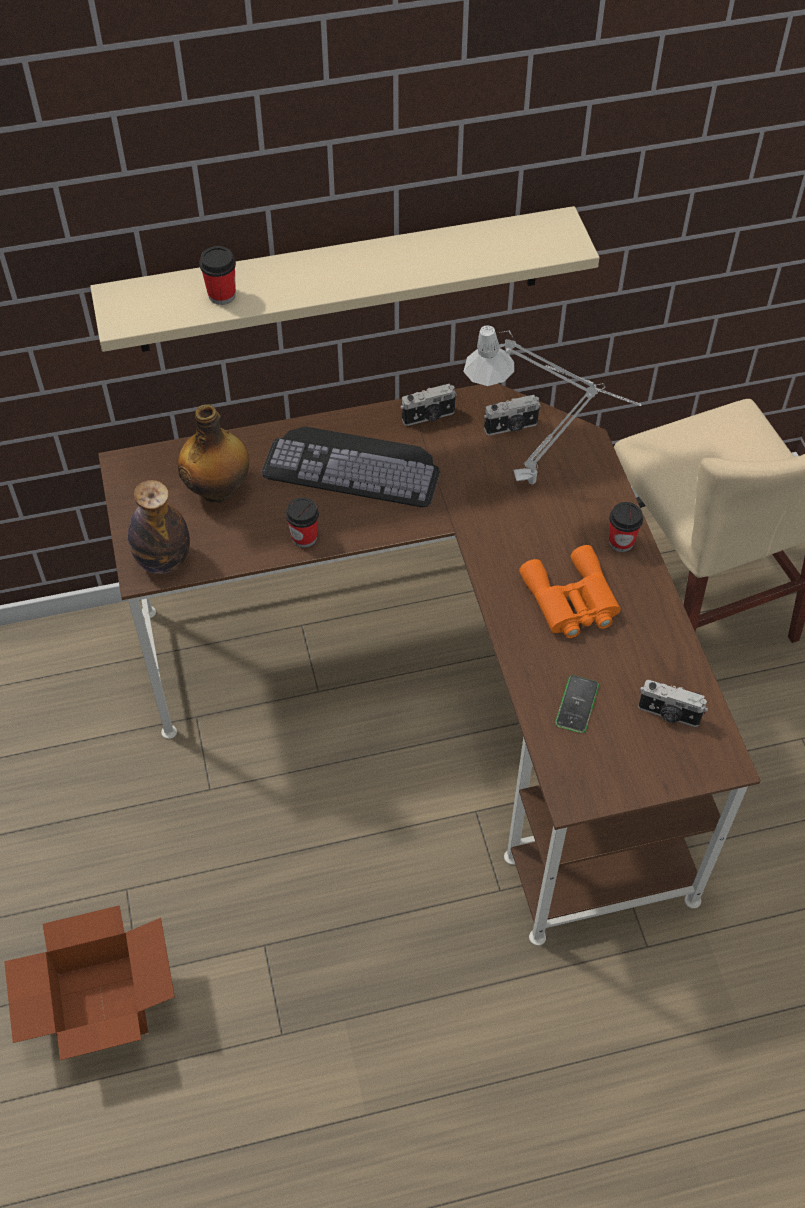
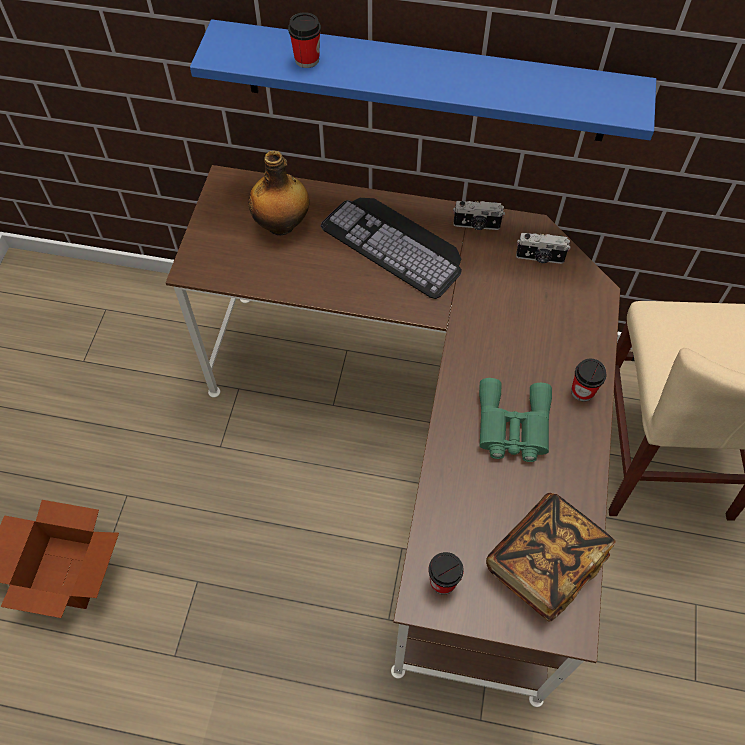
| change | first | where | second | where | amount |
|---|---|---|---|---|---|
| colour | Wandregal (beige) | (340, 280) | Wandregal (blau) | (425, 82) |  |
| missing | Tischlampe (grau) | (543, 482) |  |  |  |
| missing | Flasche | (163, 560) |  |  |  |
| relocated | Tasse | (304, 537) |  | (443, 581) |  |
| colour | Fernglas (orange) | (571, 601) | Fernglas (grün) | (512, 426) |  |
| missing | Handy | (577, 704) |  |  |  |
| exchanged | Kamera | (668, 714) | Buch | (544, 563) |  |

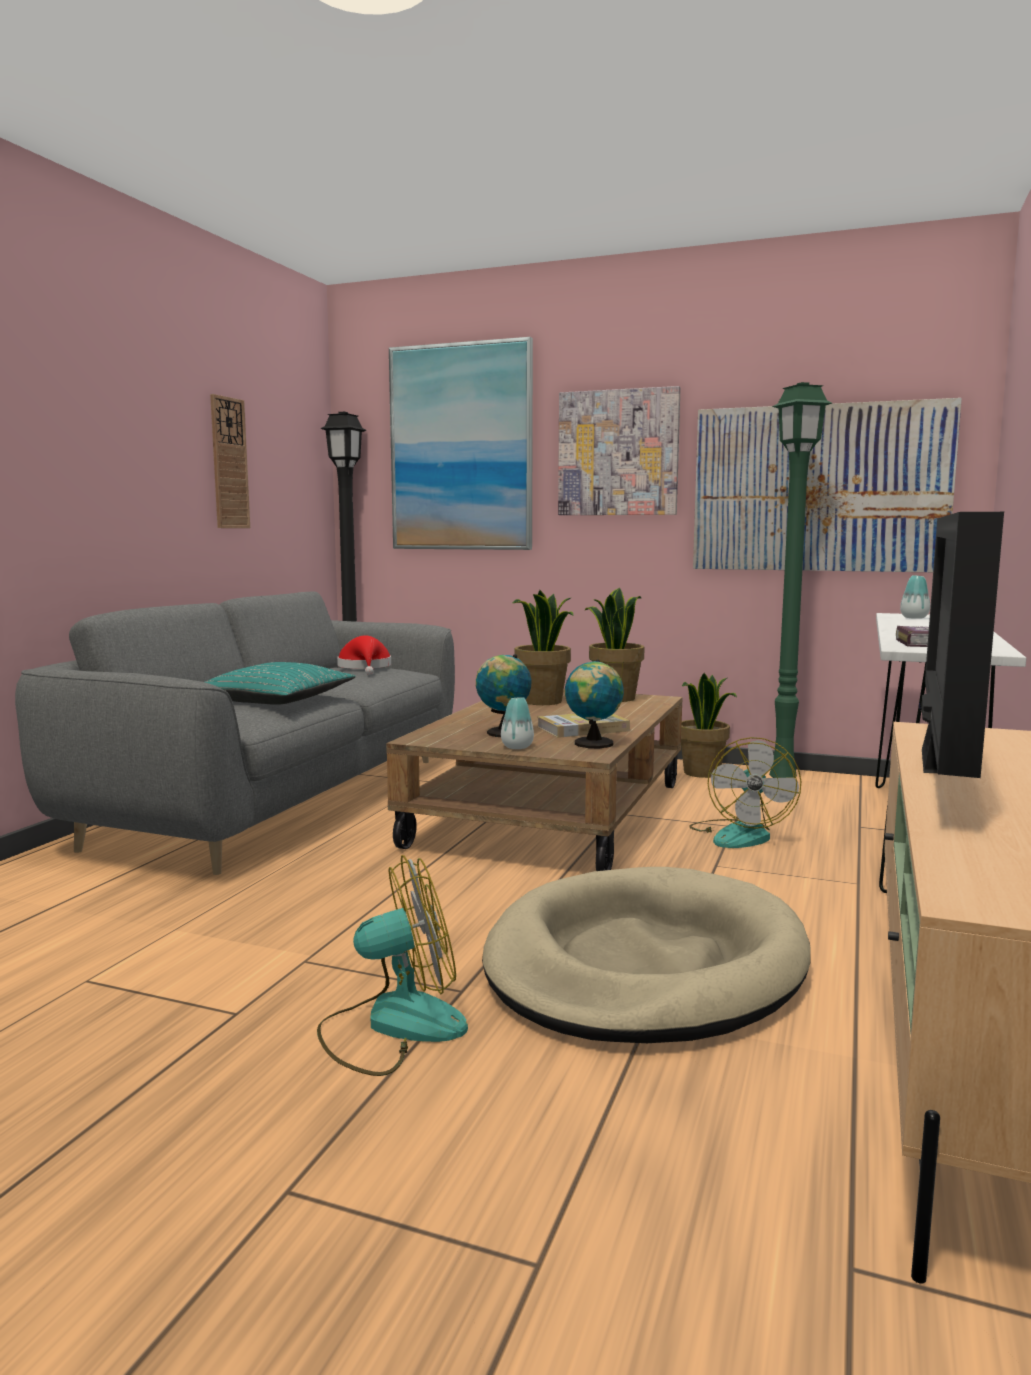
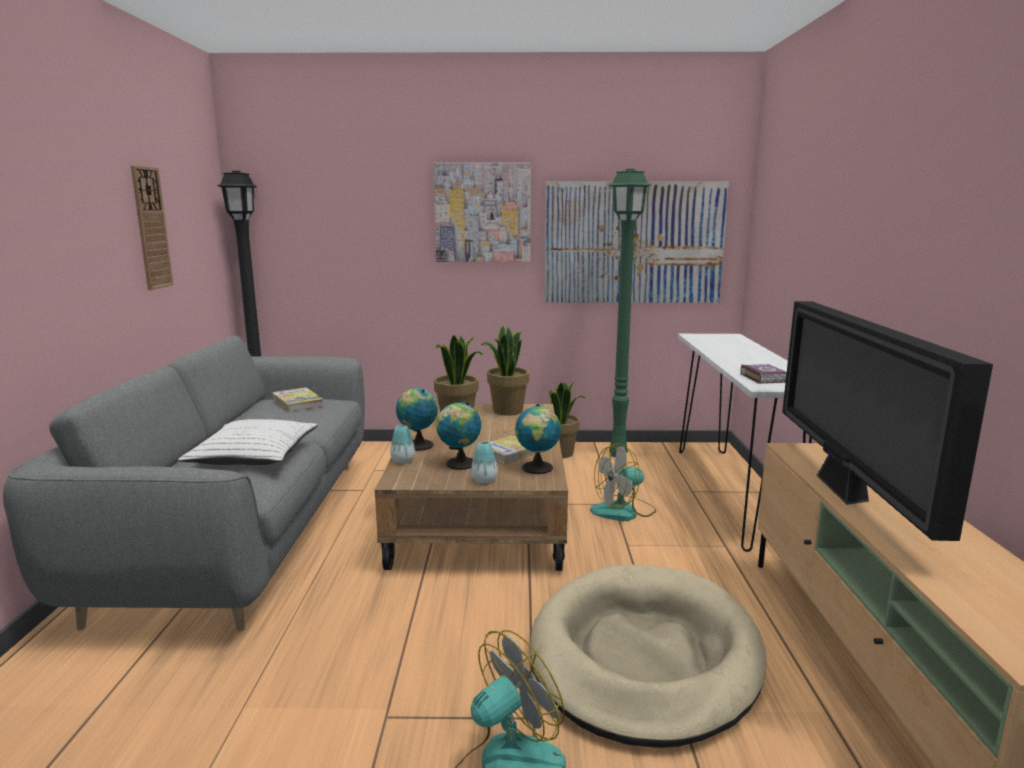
| change | first | where | second | where | amount |
|---|---|---|---|---|---|
| missing | Bild | (461, 448) |  |  |  |
| relocated | Vase | (914, 618) |  | (403, 461) |  |
| exchanged | Hut (rot) | (365, 668) | Buch | (297, 402) |  |
| colour | Kissen (türkis) | (276, 699) | Kissen (weiß) | (253, 455) |  |
| spun | Ventilator | (740, 834) |  | (623, 511) | 75 degrees clockwise |
| appeared |  |  | Globus | (417, 445) |  |

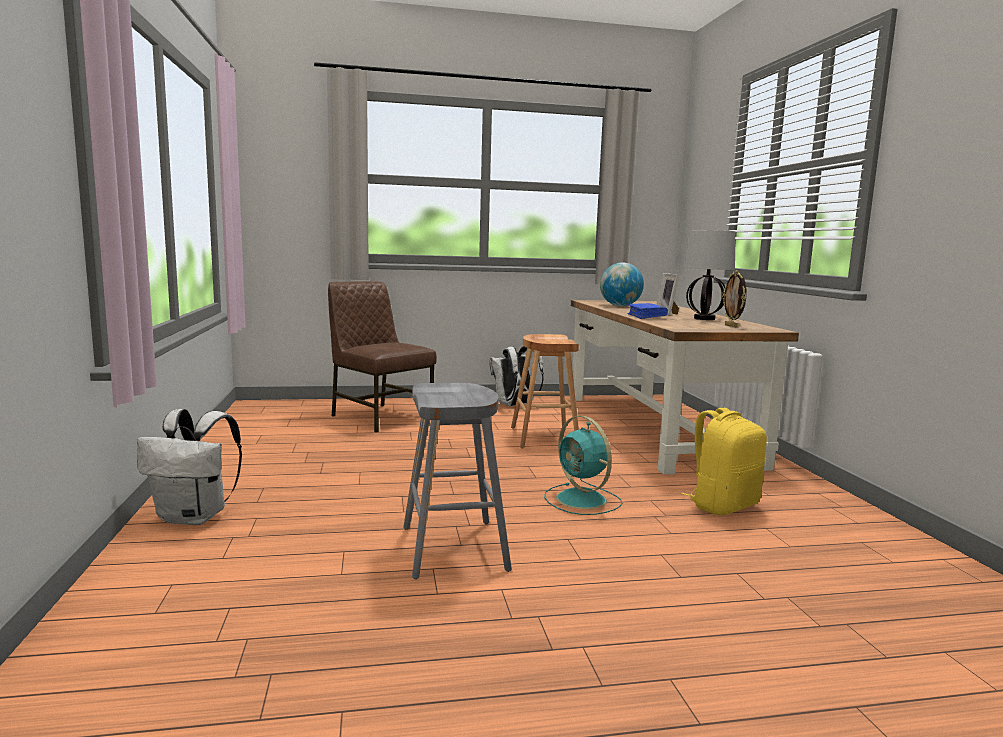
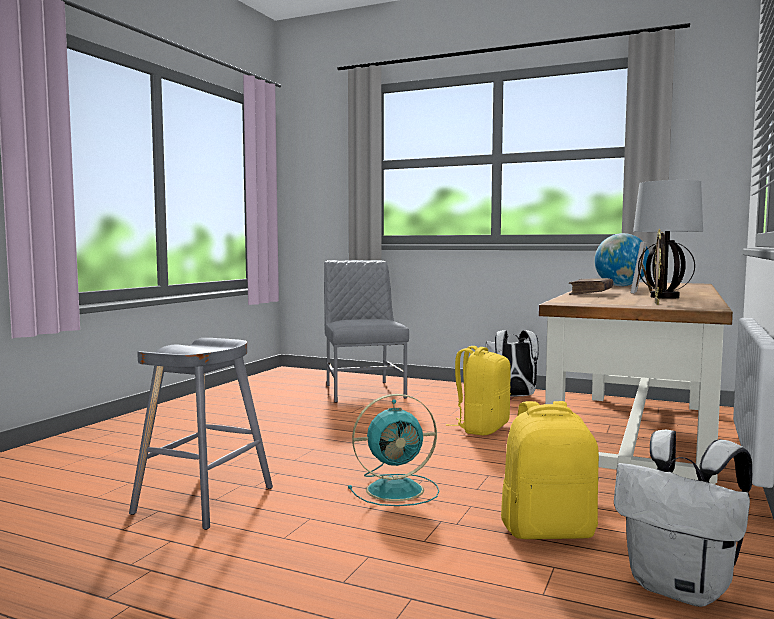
| change | first | where | second | where | amount |
|---|---|---|---|---|---|
| colour | Stuhl (braun) | (380, 417) | Stuhl (grau) | (363, 391) |  |
| colour | Buch (blau) | (646, 316) | Buch (braun) | (591, 293) |  |
| exchanged | Hocker (braun) | (544, 437) | Rucksack (gelb) | (481, 428) |  |
| relocated | Rucksack (weiß) | (195, 517) |  | (682, 589) |  |
| spun | Ventilator (türkis) | (582, 500) |  | (397, 490) | 105 degrees counterclockwise |

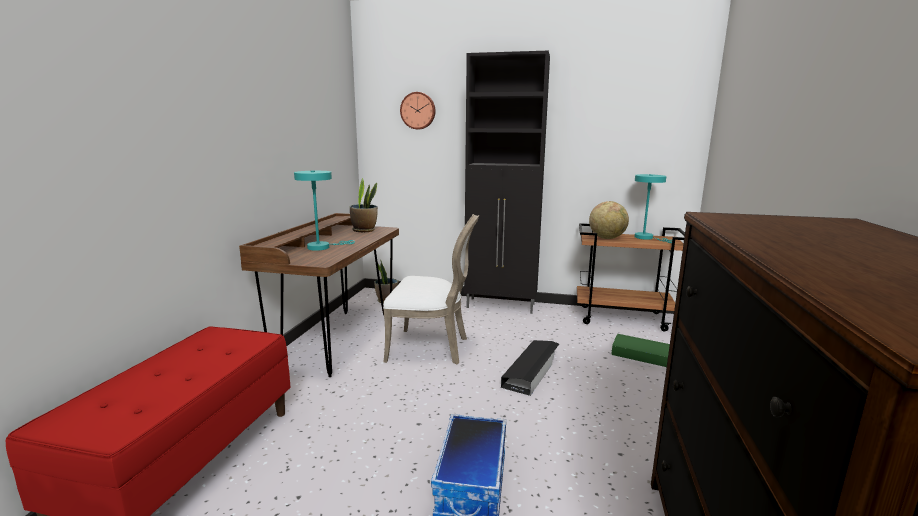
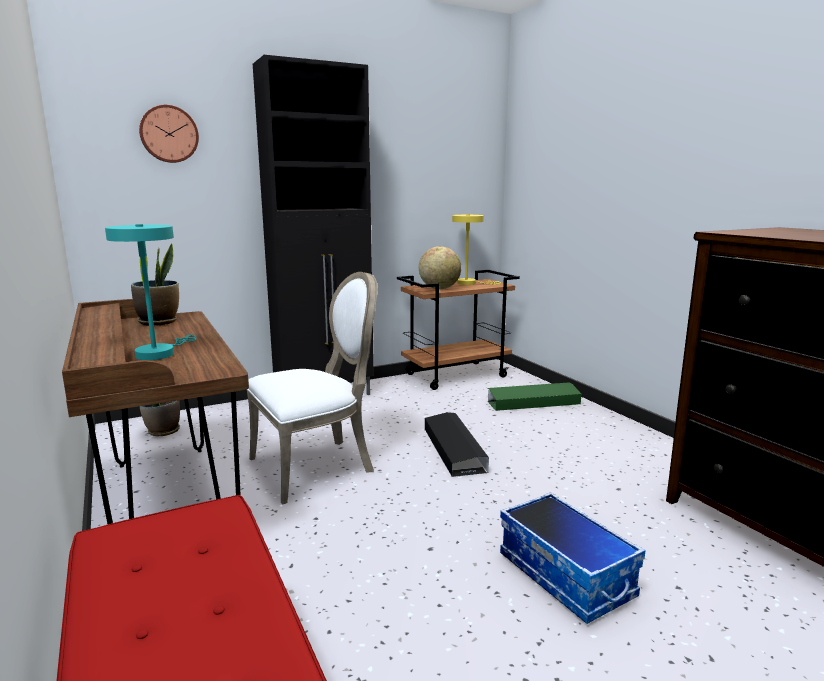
| change | first | where | second | where | amount |
|---|---|---|---|---|---|
| colour | Tischlampe (türkis) | (647, 238) | Tischlampe (gelb) | (470, 283) |  |

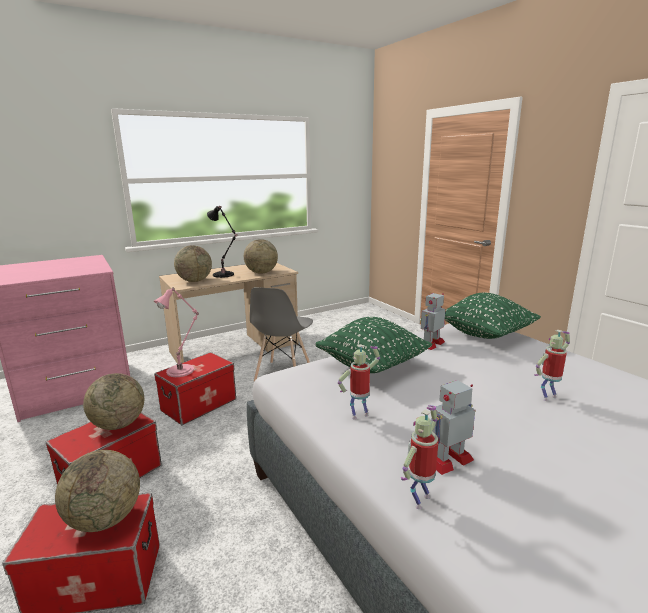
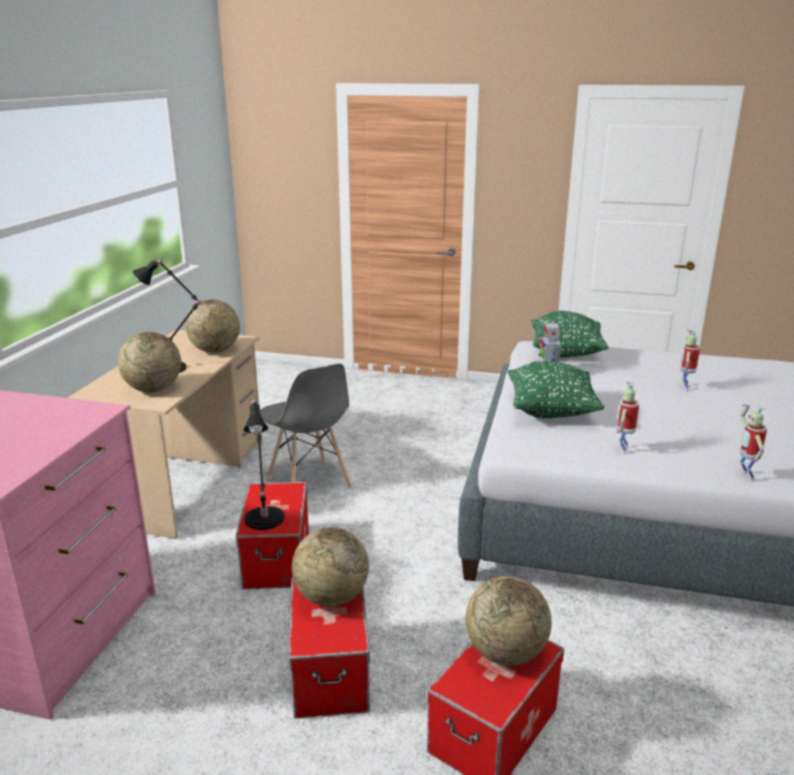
| change | first | where | second | where | amount |
|---|---|---|---|---|---|
| colour | Tischlampe (rosa) | (182, 370) | Tischlampe (schwarz) | (264, 516) |  |
| missing | Spielzeugroboter | (448, 459) |  |  |  |

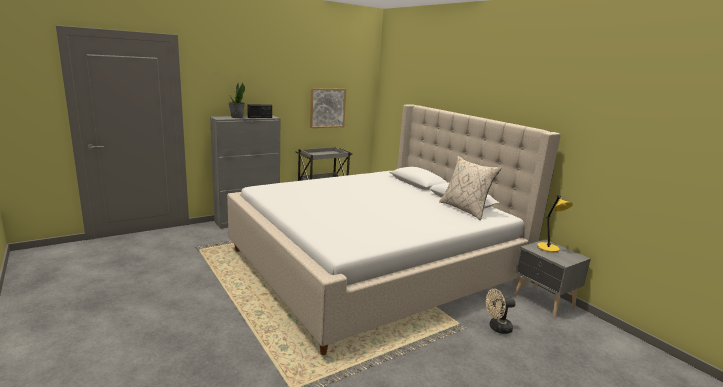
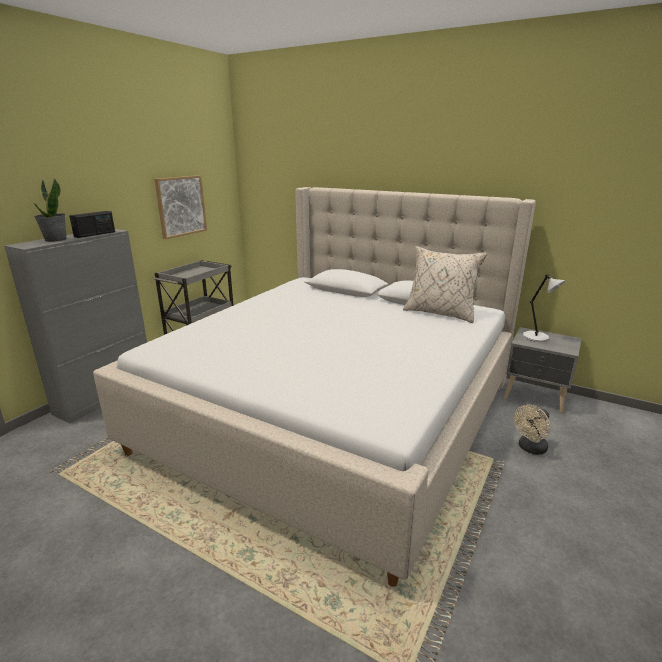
| change | first | where | second | where | amount |
|---|---|---|---|---|---|
| colour | Tischlampe (gelb) | (548, 248) | Tischlampe (grau) | (537, 337) |  |

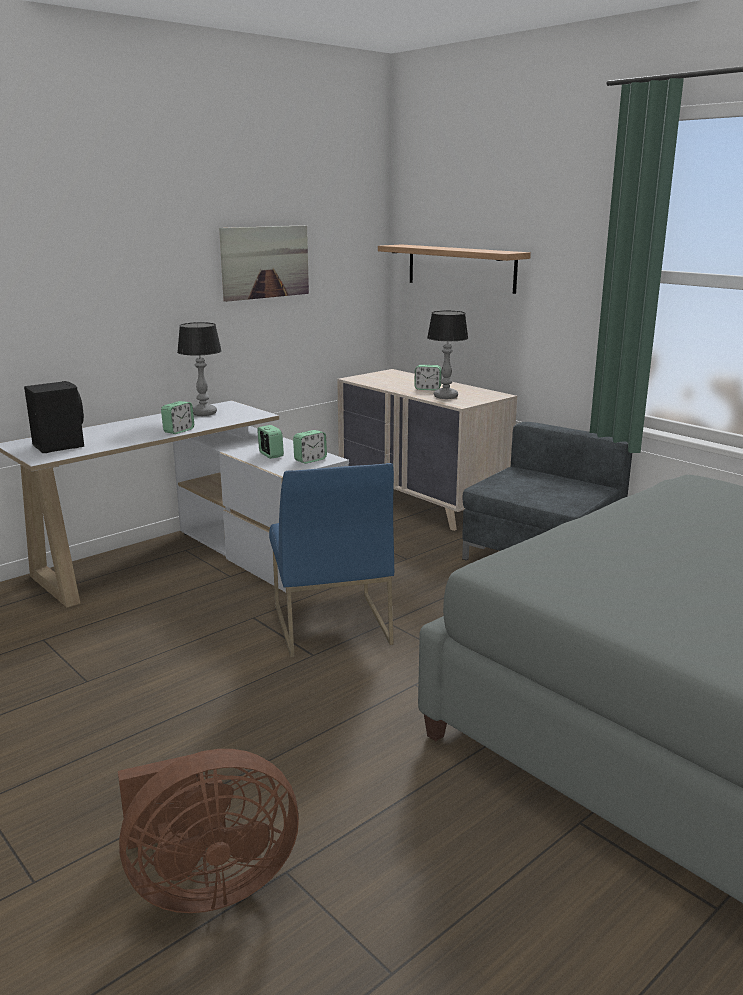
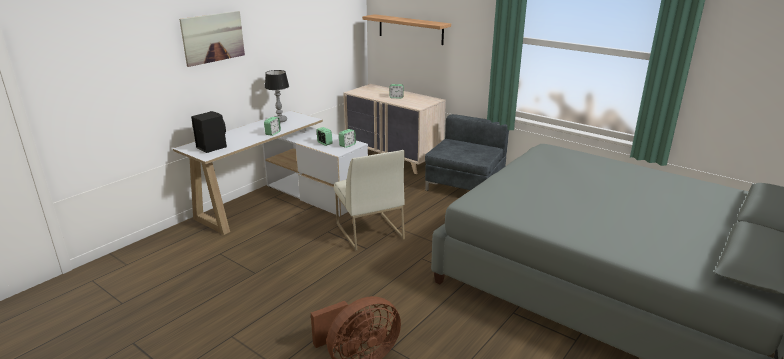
| change | first | where | second | where | amount |
|---|---|---|---|---|---|
| relocated | Bild | (265, 262) |  | (213, 38) |  |
| missing | Tischlampe | (445, 397) |  |  |  |
| colour | Stuhl (blau) | (330, 623) | Stuhl (weiß) | (369, 231) |  |

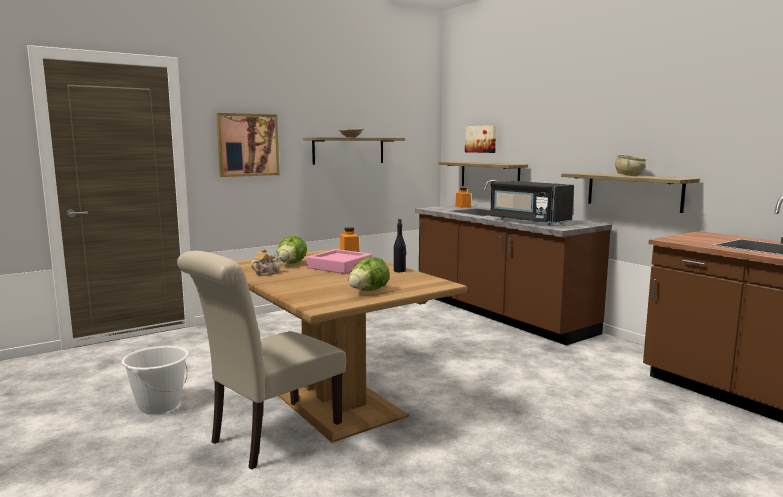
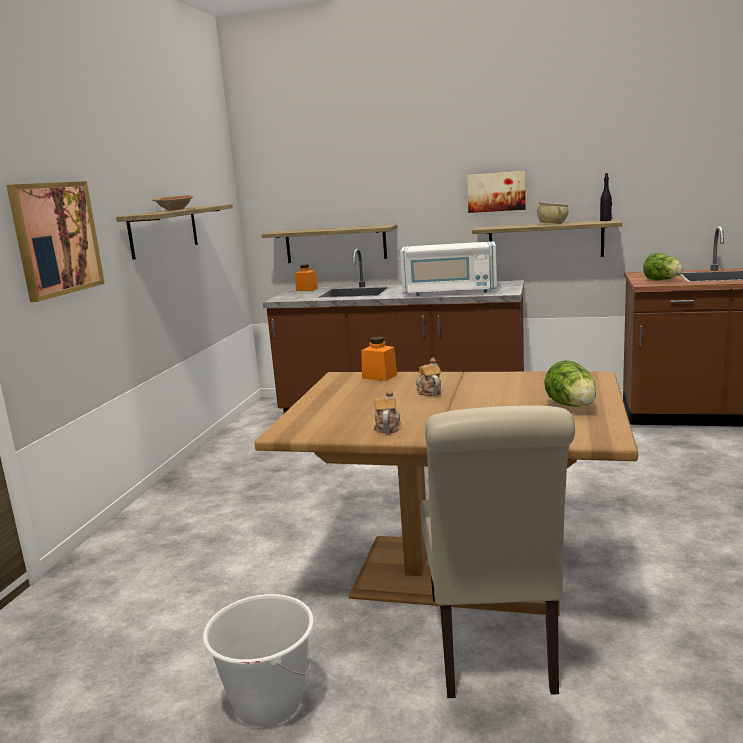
| change | first | where | second | where | amount |
|---|---|---|---|---|---|
| relocated | Bild | (481, 139) |  | (496, 192) |  |
| colour | Mikrowelle (schwarz) | (528, 221) | Mikrowelle (weiß) | (449, 292) |  |
| relocated | Flasche (schwarz) | (399, 271) |  | (605, 220) |  |
| relocated | Salatkopf | (291, 264) |  | (662, 280) |  |
| exchanged | Tablett (rosa) | (340, 266) | Teekanne | (428, 391) |  |

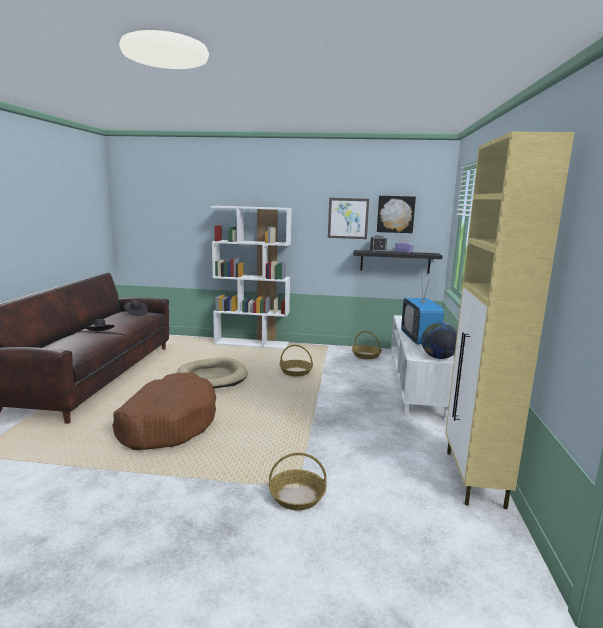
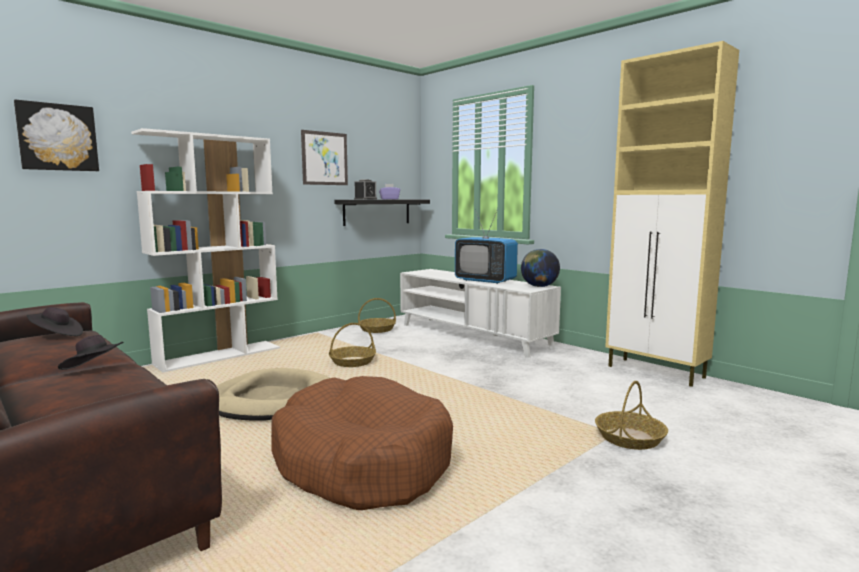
| change | first | where | second | where | amount |
|---|---|---|---|---|---|
| relocated | Bild | (395, 214) |  | (57, 137) |  |

